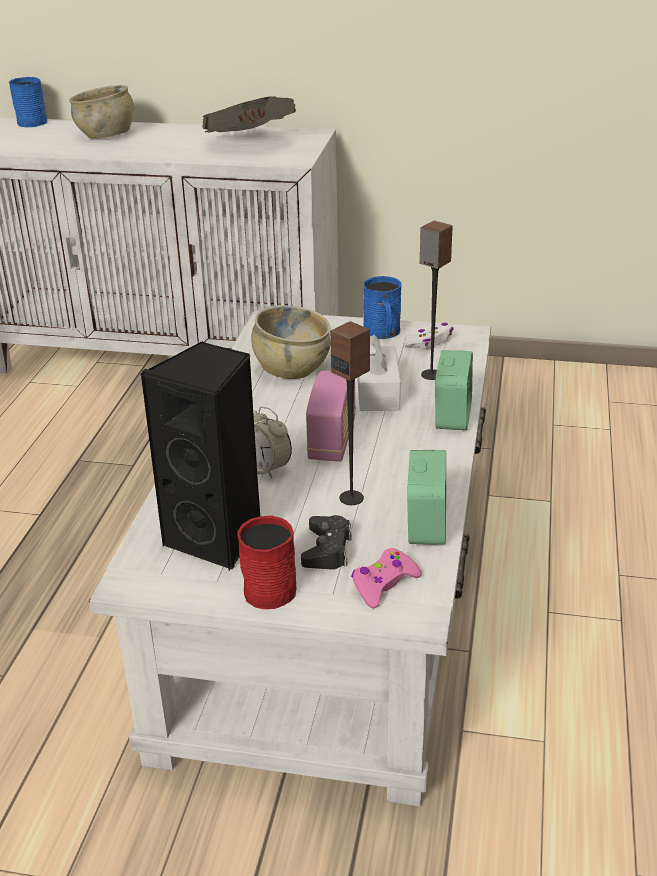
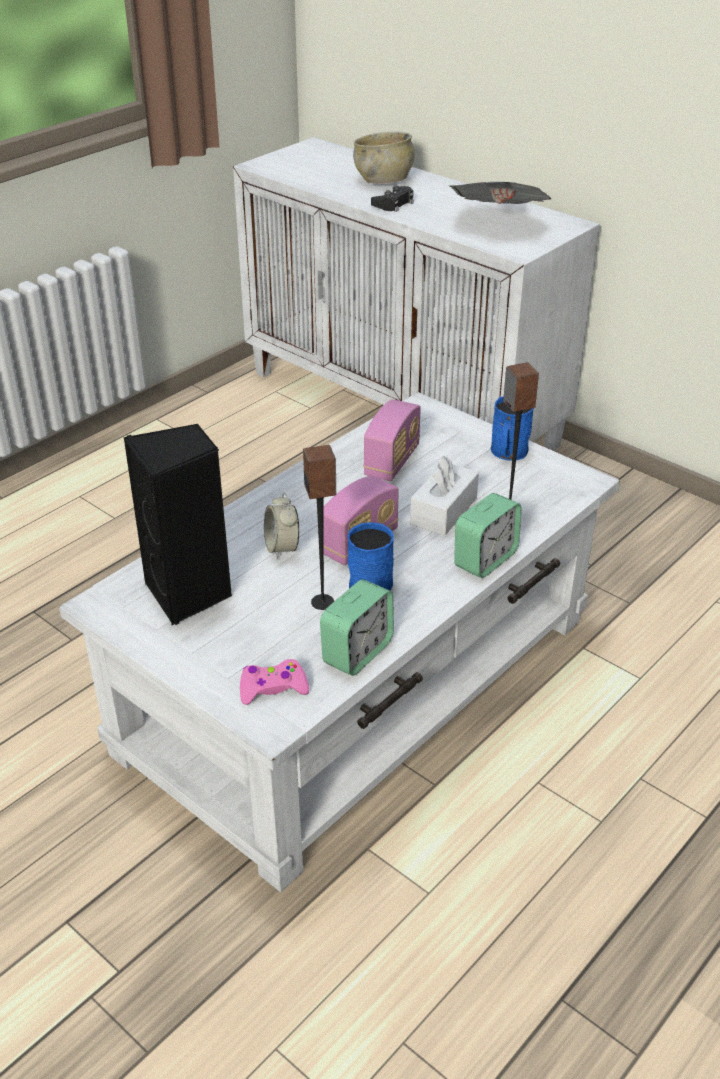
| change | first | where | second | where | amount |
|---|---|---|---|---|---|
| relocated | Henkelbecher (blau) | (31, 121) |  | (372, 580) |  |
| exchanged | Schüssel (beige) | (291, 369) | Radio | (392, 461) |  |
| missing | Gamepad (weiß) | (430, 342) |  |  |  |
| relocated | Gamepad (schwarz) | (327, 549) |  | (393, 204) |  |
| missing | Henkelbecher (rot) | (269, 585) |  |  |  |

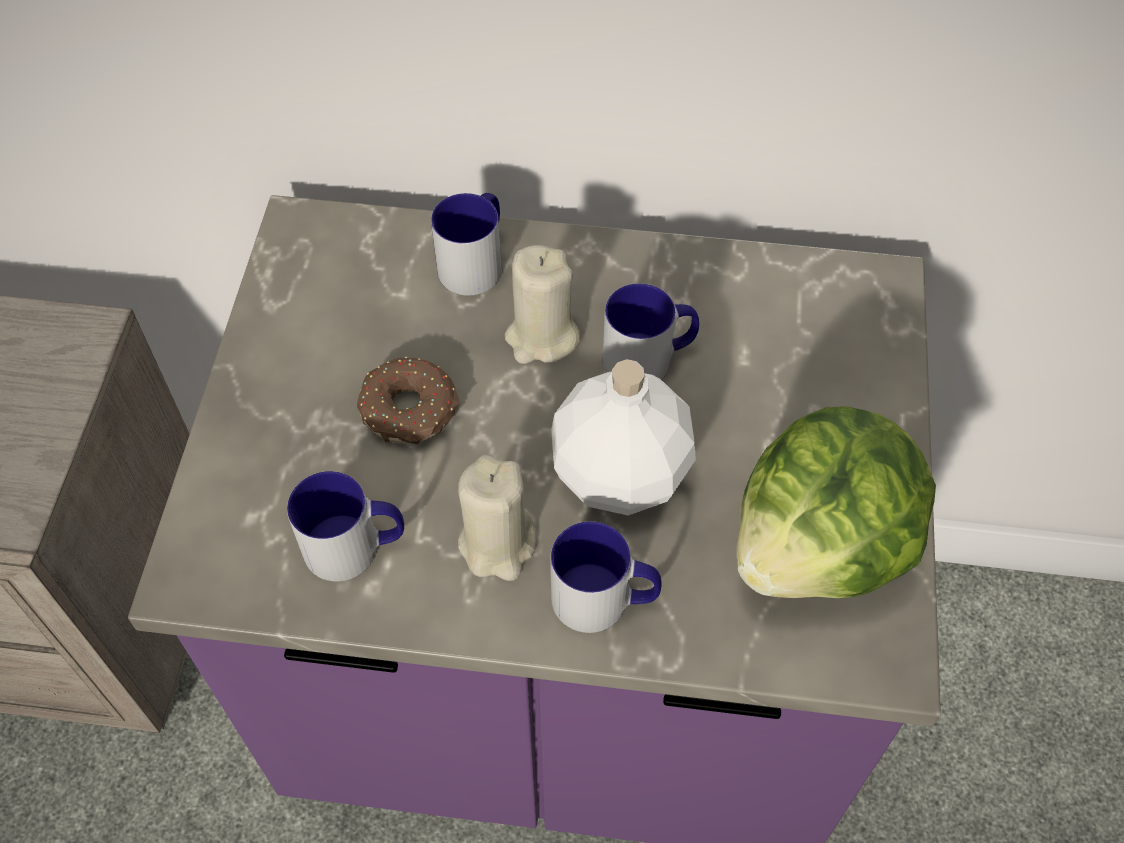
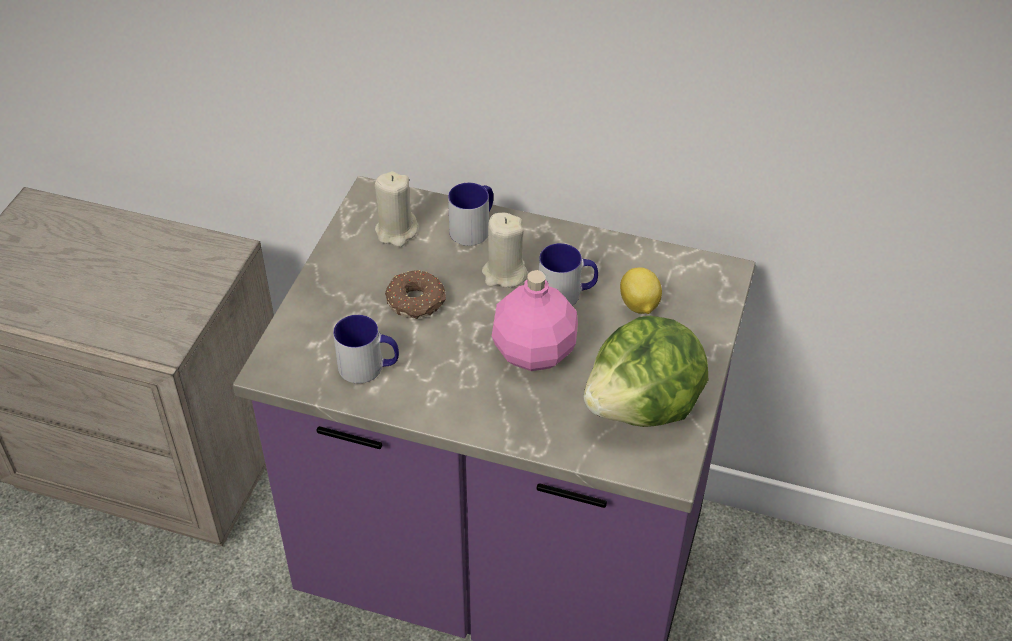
| change | first | where | second | where | amount |
|---|---|---|---|---|---|
| colour | Flasche (weiß) | (618, 472) | Flasche (rosa) | (533, 351) |  |
| relocated | Kerze (beige) | (498, 544) |  | (396, 231) |  |
| missing | Henkelbecher | (604, 600) |  |  |  |
| appeared |  |  | Zitrone | (639, 306) |  |

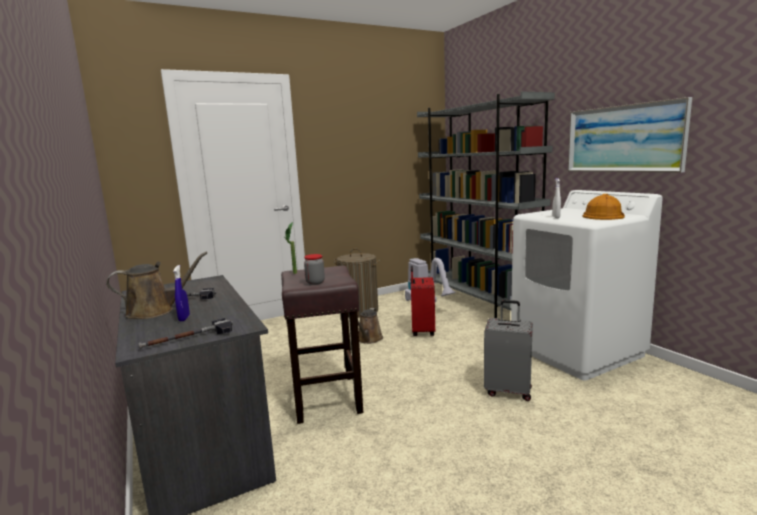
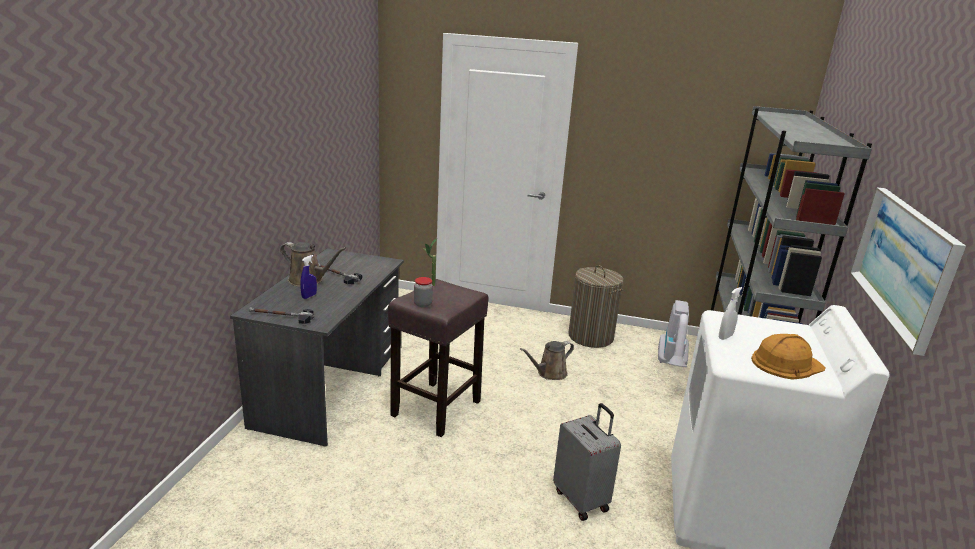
| change | first | where | second | where | amount |
|---|---|---|---|---|---|
| missing | Koffer (rot) | (422, 331) |  |  |  |

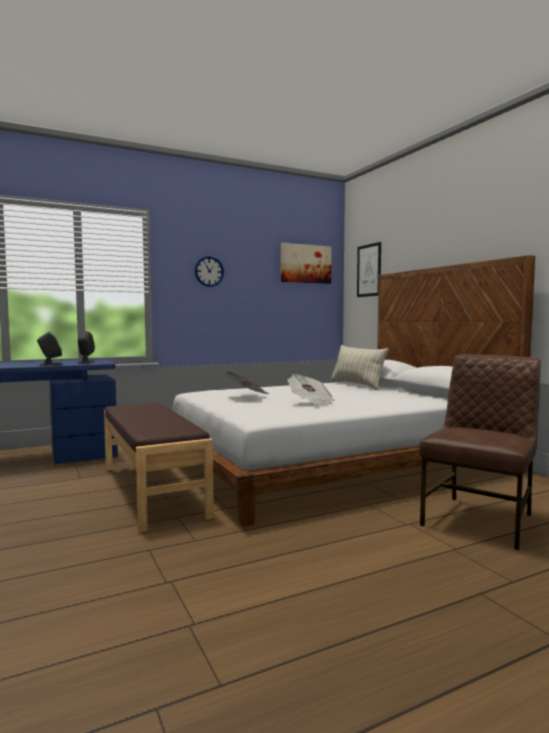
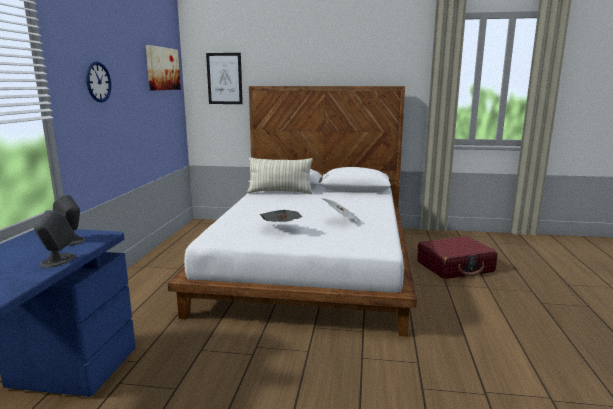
| change | first | where | second | where | amount |
|---|---|---|---|---|---|
| exchanged | Stuhl (braun) | (480, 519) | Koffer (rot) | (455, 267) |  |
| missing | Bank (braun) | (153, 490) |  |  |  |

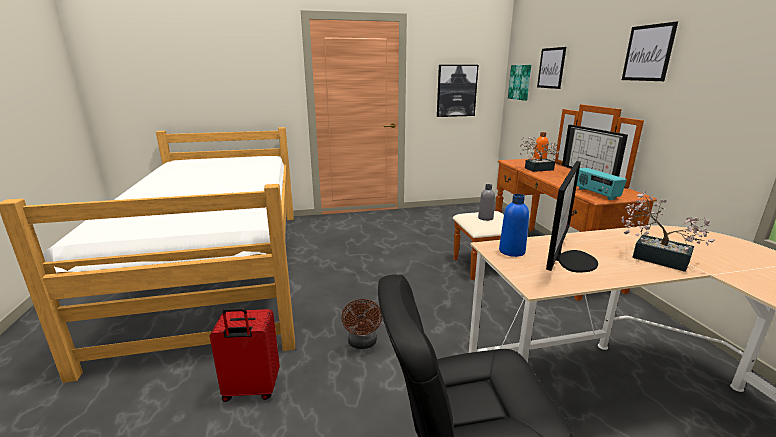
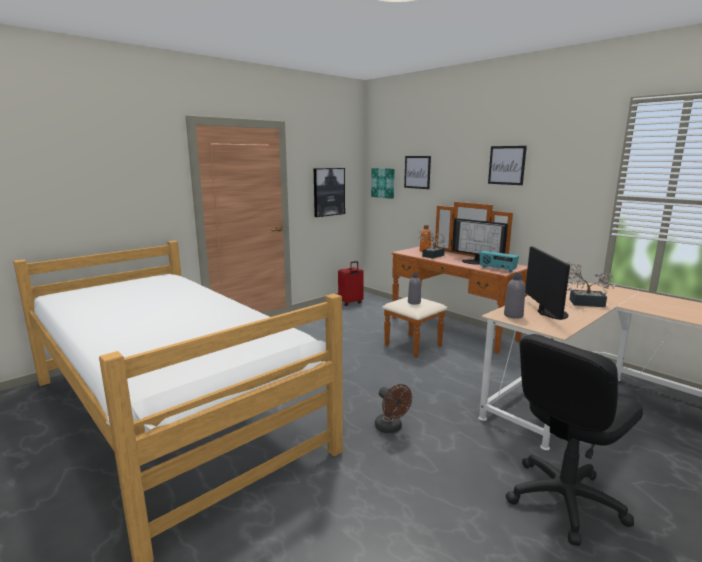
| change | first | where | second | where | amount |
|---|---|---|---|---|---|
| colour | Flasche (blau) | (512, 251) | Flasche (grau) | (513, 315) |  |
| relocated | Koffer (rot) | (251, 390) |  | (350, 303) |  |

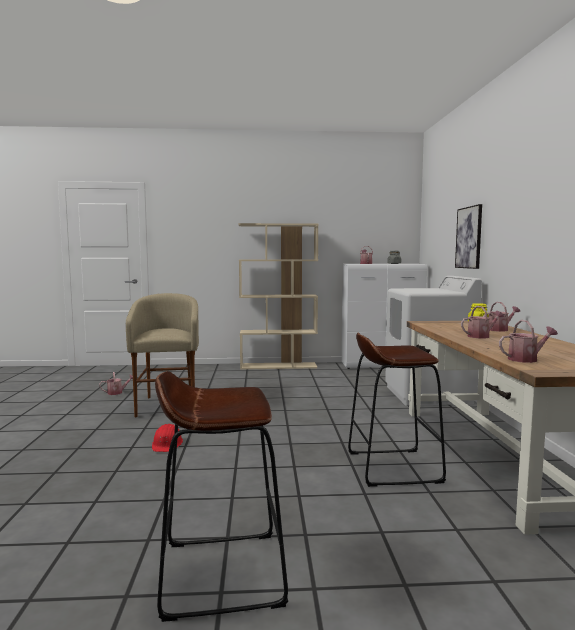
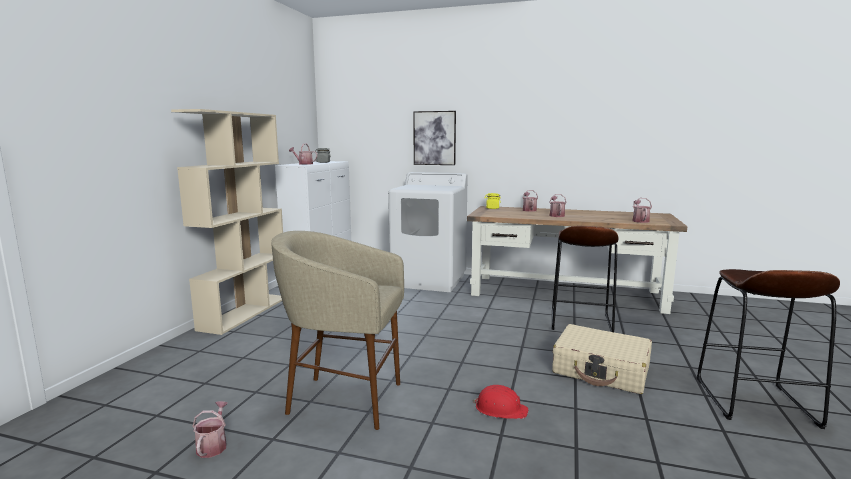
| change | first | where | second | where | amount |
|---|---|---|---|---|---|
| appeared |  |  | Koffer (beige) | (601, 370) |  |

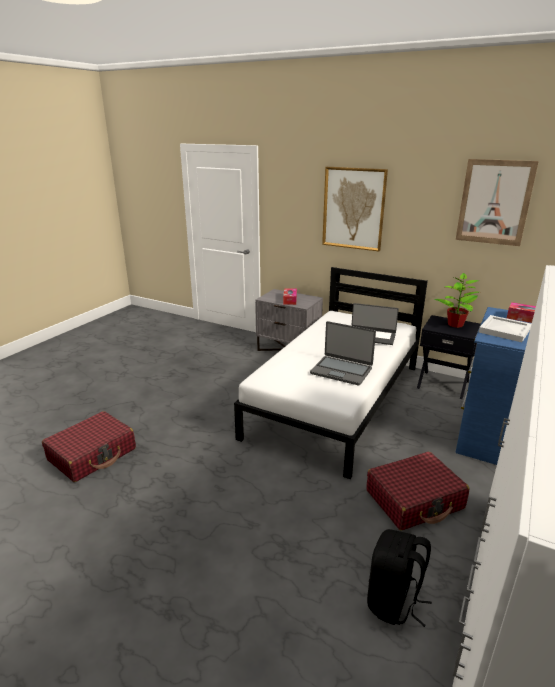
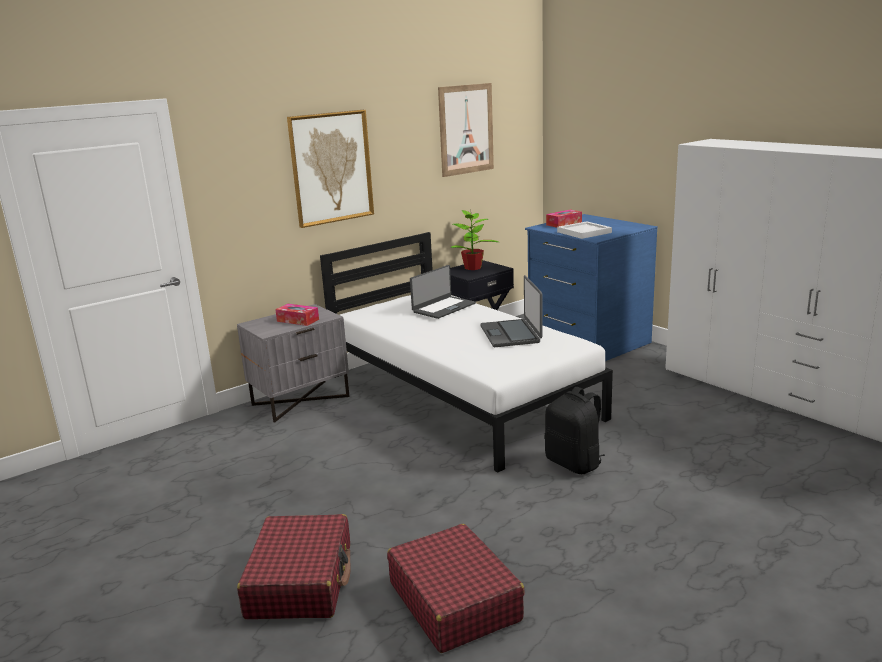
| change | first | where | second | where | amount |
|---|---|---|---|---|---|
| spun | Laptop | (341, 371) |  | (511, 334) | 120 degrees clockwise |
| relocated | Koffer (rot) | (414, 500) |  | (301, 581) |  |
| relocated | Rucksack (schwarz) | (394, 601) |  | (574, 463) |  |

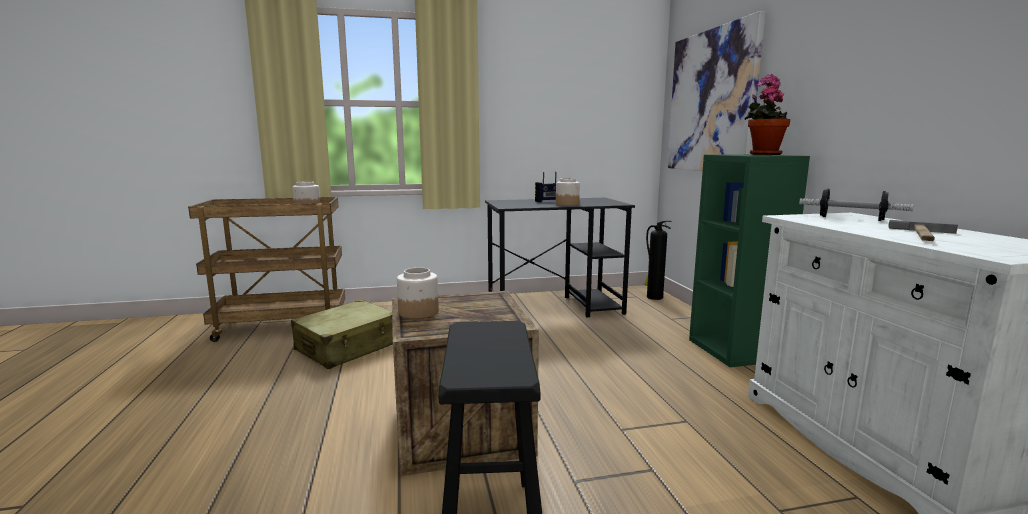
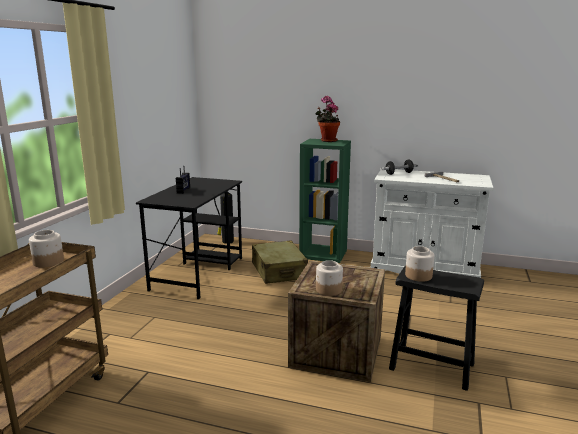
| change | first | where | second | where | amount |
|---|---|---|---|---|---|
| missing | Bild | (711, 101) |  |  |  |
| relocated | Vorratsglas | (567, 204) |  | (418, 276) |  |
| relocated | Koffer (beige) | (348, 347) |  | (279, 271) |  |

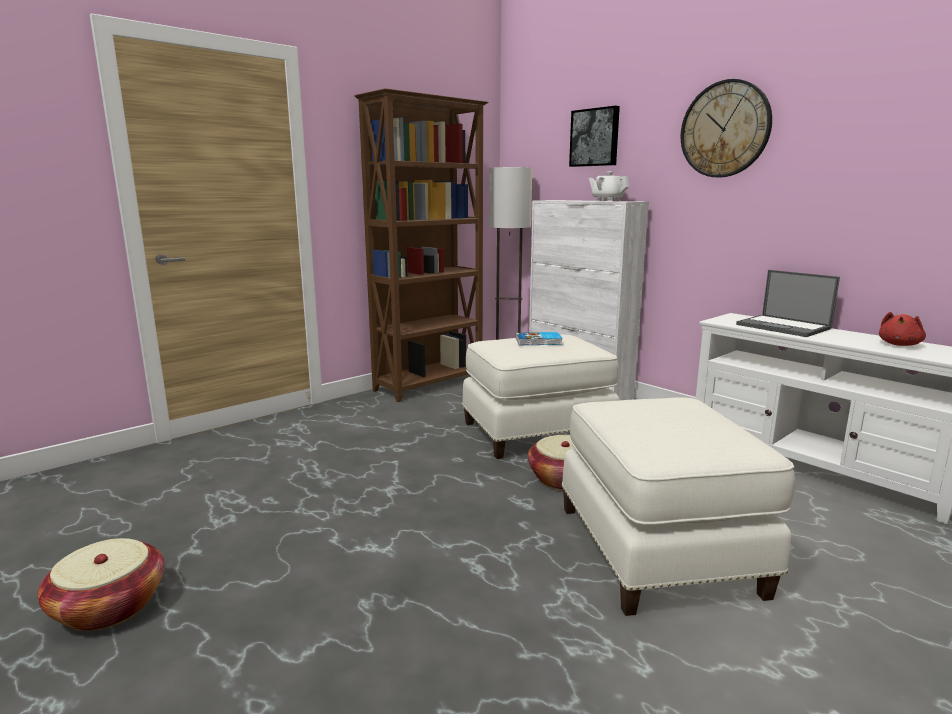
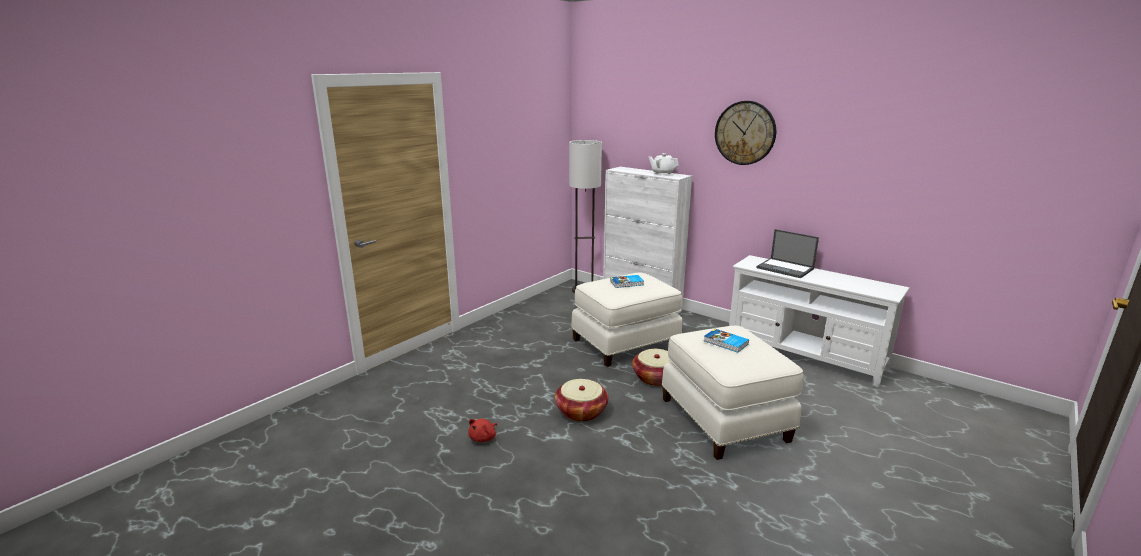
| change | first | where | second | where | amount |
|---|---|---|---|---|---|
| missing | Bücherregal (braun) | (430, 385) |  |  |  |
| missing | Bild | (595, 137) |  |  |  |
| relocated | Plüschtier (rot) | (899, 344) |  | (483, 438) |  |
| relocated | Korb | (109, 606) |  | (581, 411) |  |
| appeared |  |  | Buch | (725, 343) |  |

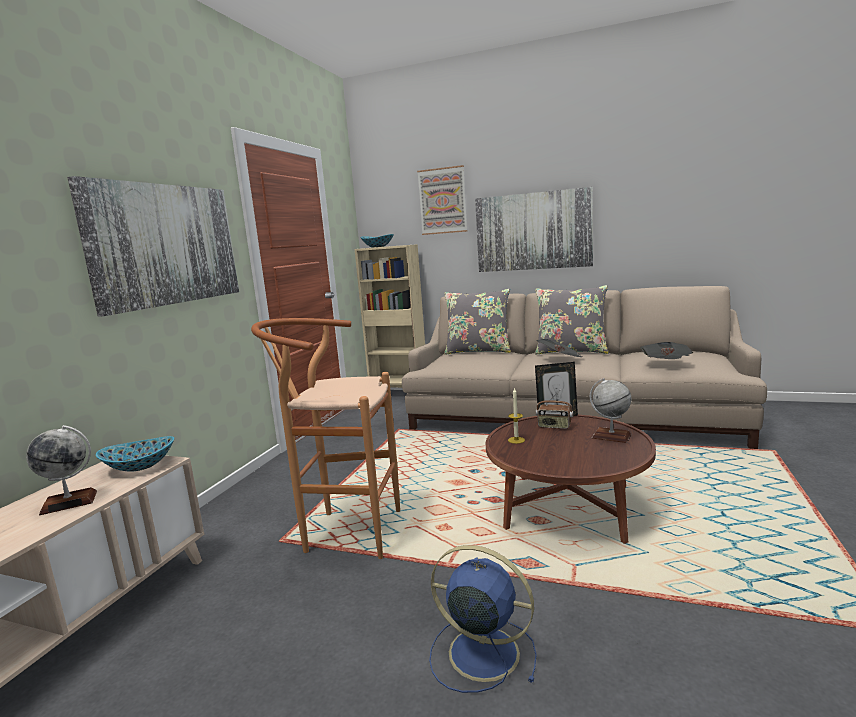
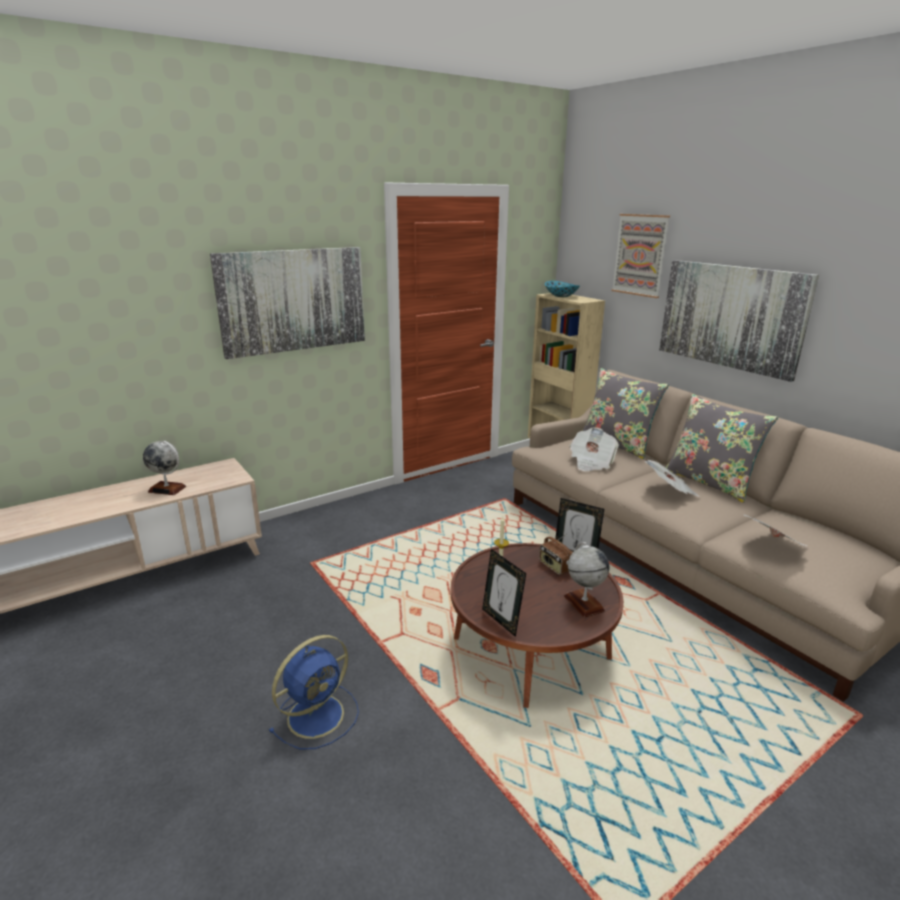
| change | first | where | second | where | amount |
|---|---|---|---|---|---|
| missing | Hocker (braun) | (343, 532) |  |  |  |
| missing | Schüssel | (140, 467) |  |  |  |
| spun | Ventilator (blau) | (480, 652) |  | (318, 714) | 75 degrees clockwise |
| appeared |  |  | Zeitung | (591, 462) |  |
| appeared |  |  | Bilderrahmen | (501, 620) |  |

